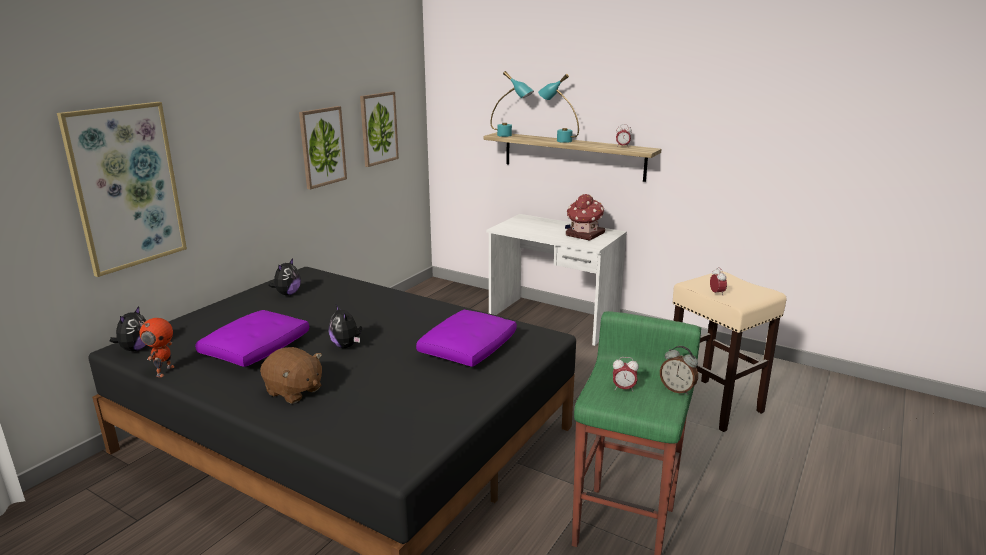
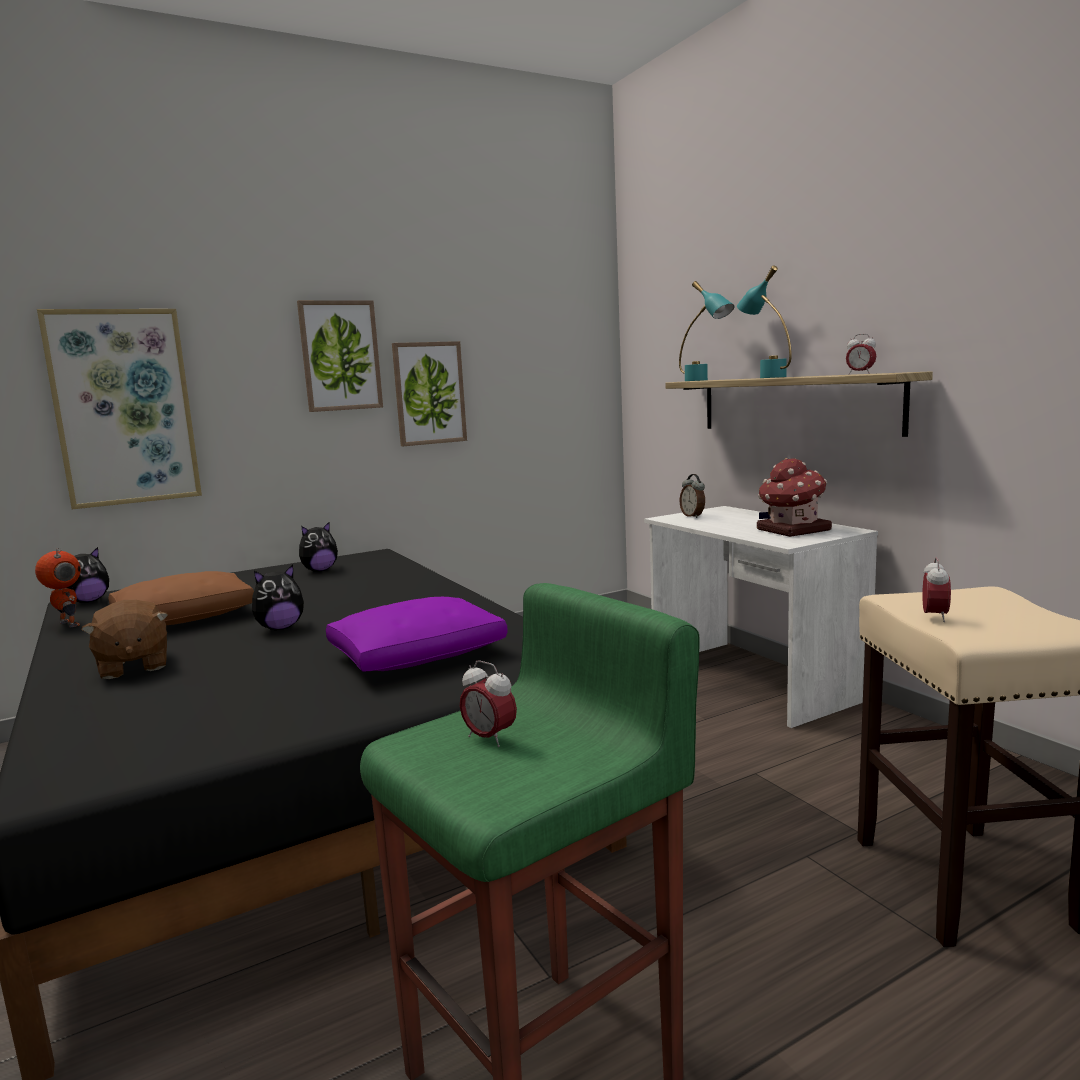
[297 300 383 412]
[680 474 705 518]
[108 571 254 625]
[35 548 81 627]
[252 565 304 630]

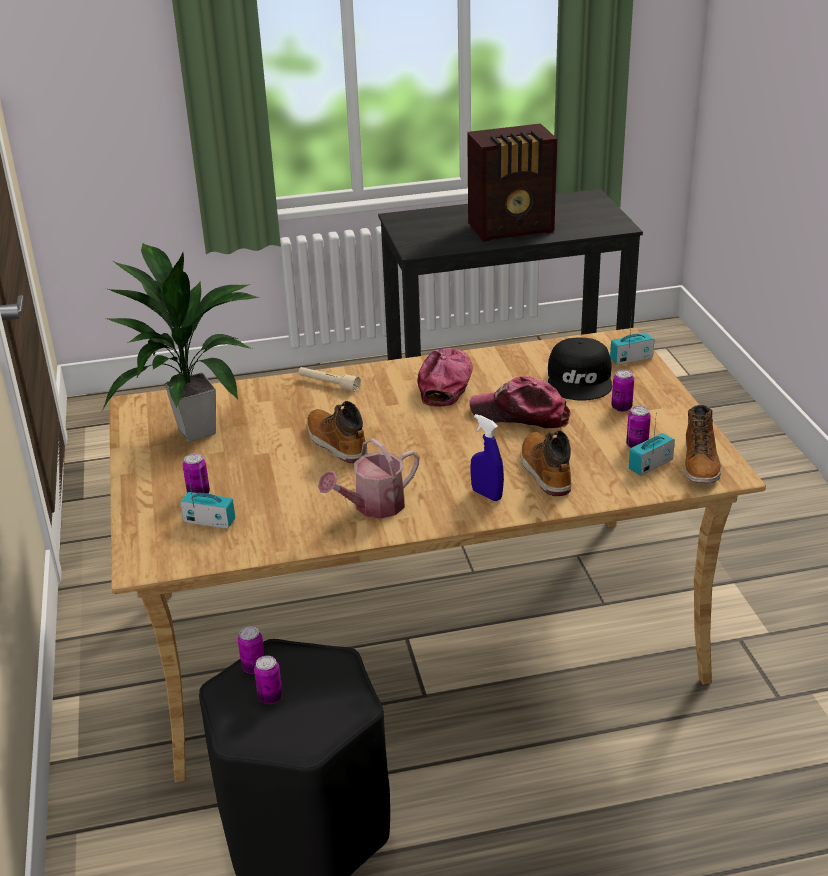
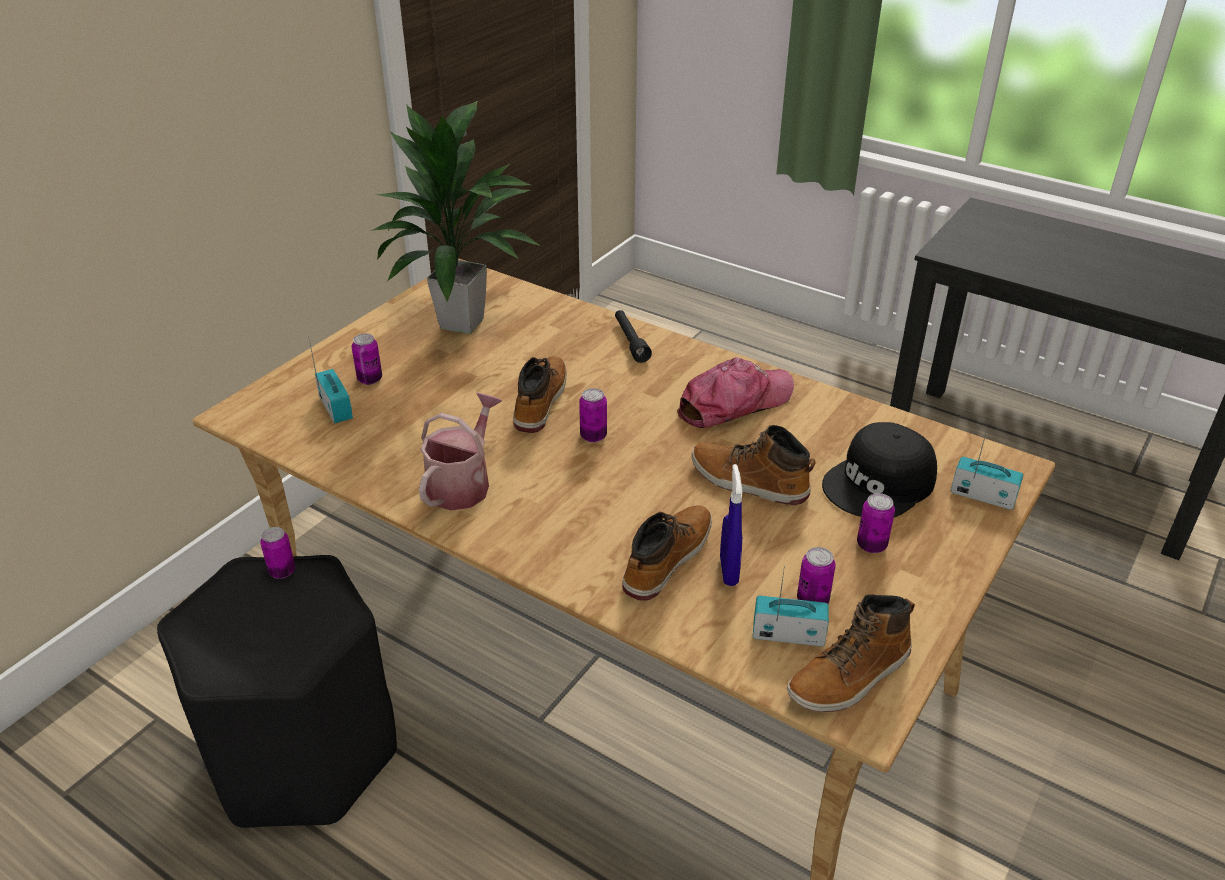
[467 123 557 242] (first image)
[579 388 607 442]
[720 464 742 586]
[692 425 816 505]
[615 310 652 363]
[419 393 502 511]

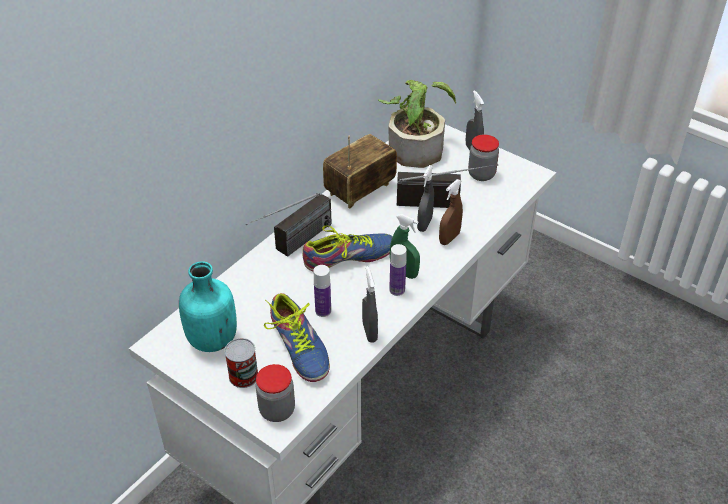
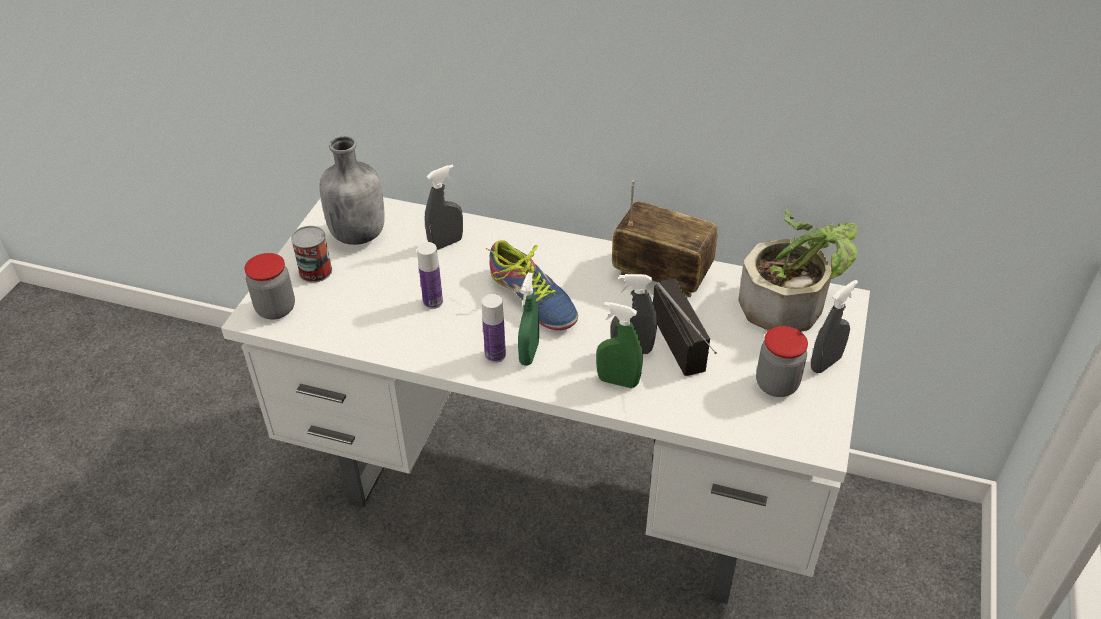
[246 193 332 257] (first image)
[264 293 330 382] (first image)
[425 164 463 250]
[320 136 385 245]
[596 302 643 388]

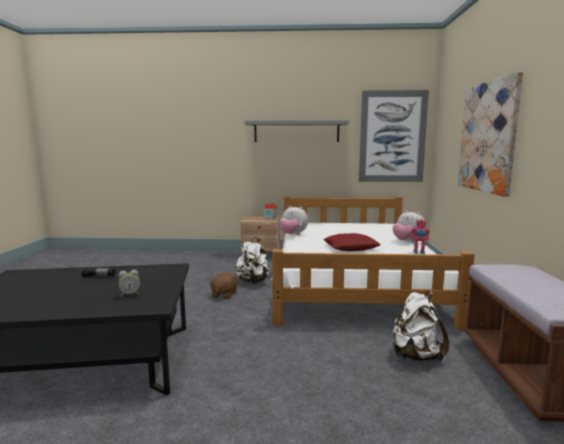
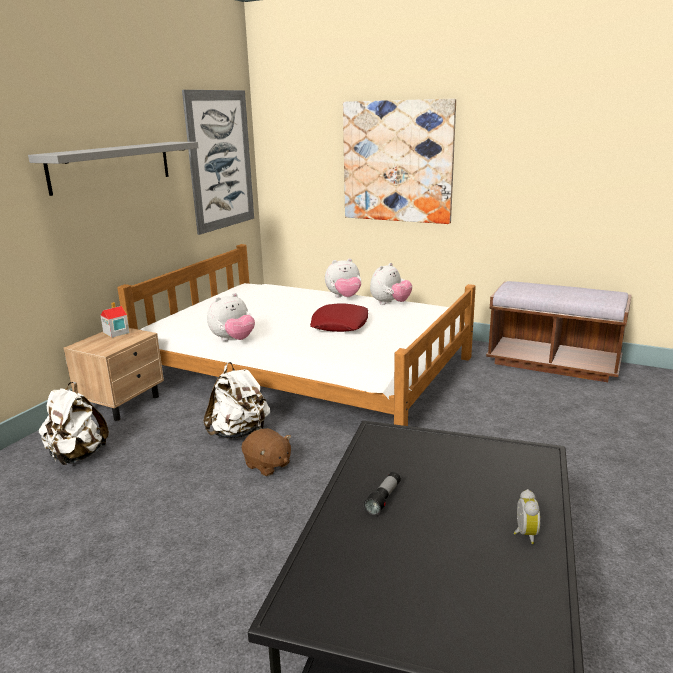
[514 489 540 544]
[39 382 109 465]
[370 263 412 305]

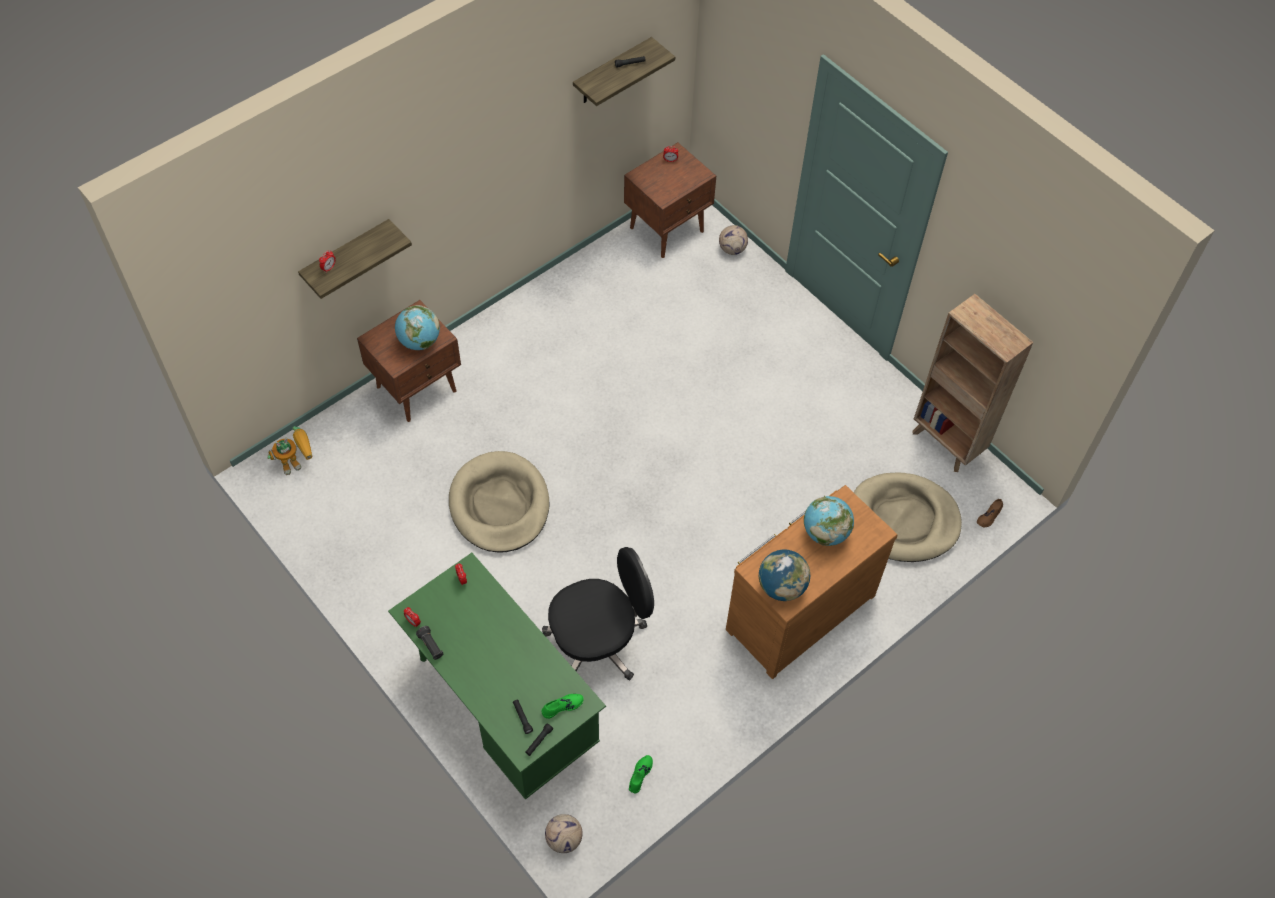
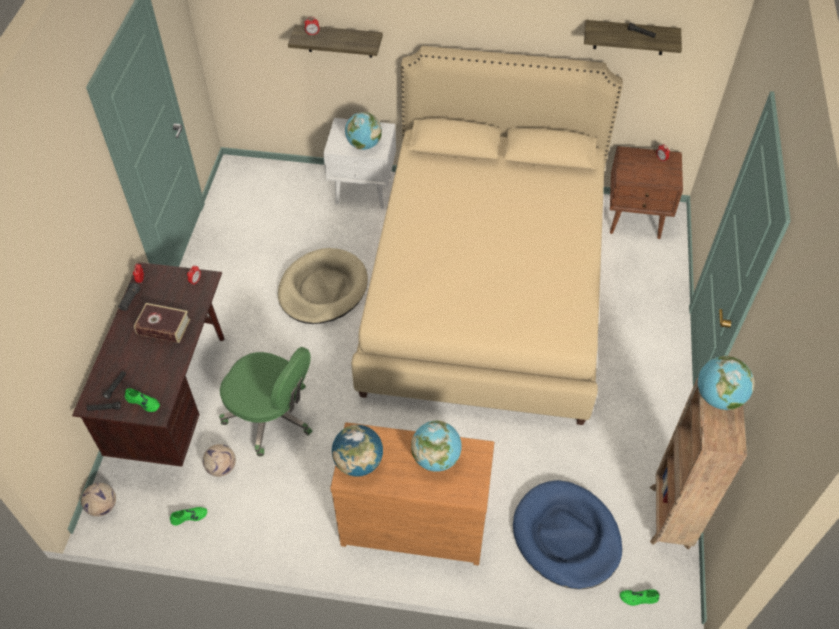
[268 426 312 475] (first image)
[134 303 190 343]
[351 46 623 425]
[698 356 755 410]
[203 444 236 477]
[323 118 396 209]
[72 262 225 467]
[219 347 312 456]
[513 480 622 589]
[620 589 659 606]

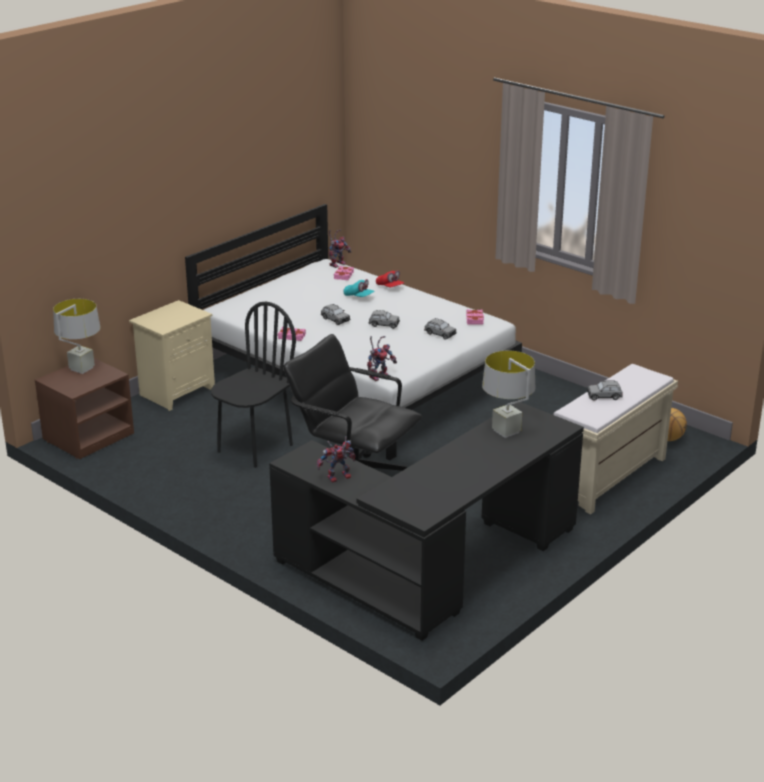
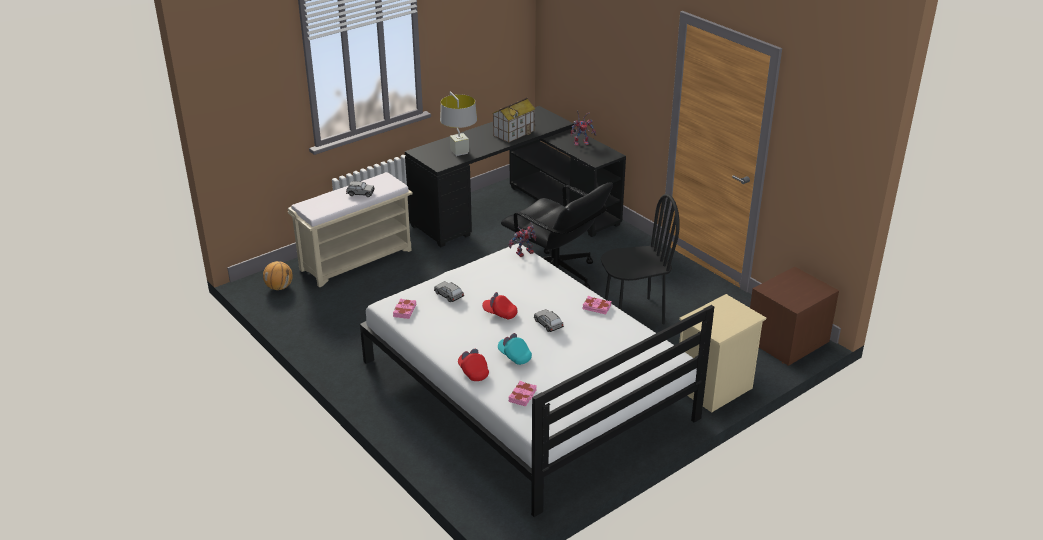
[53 299 101 374] (first image)
[329 229 351 268] (first image)
[492 98 535 143]
[482 292 517 319]
[601 194 680 325]

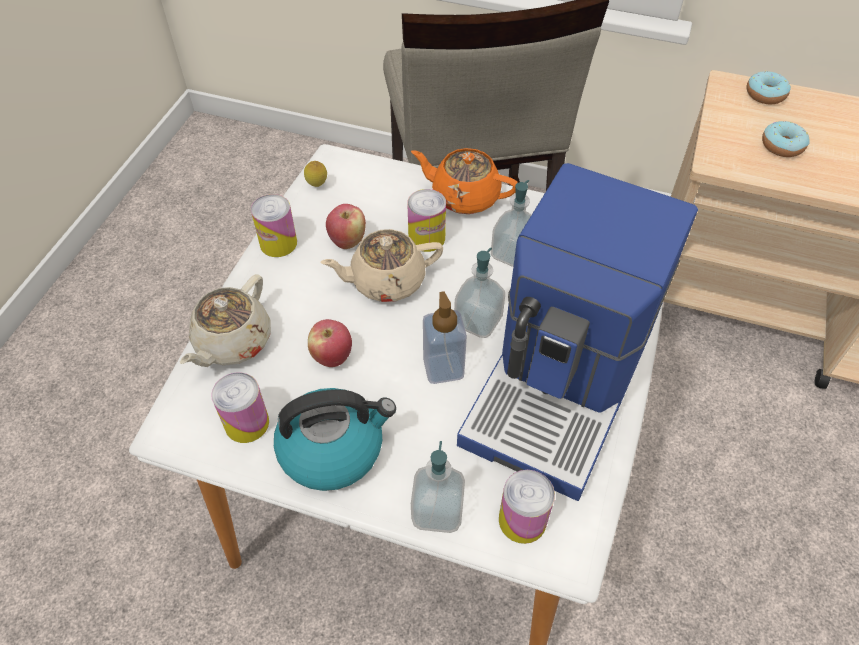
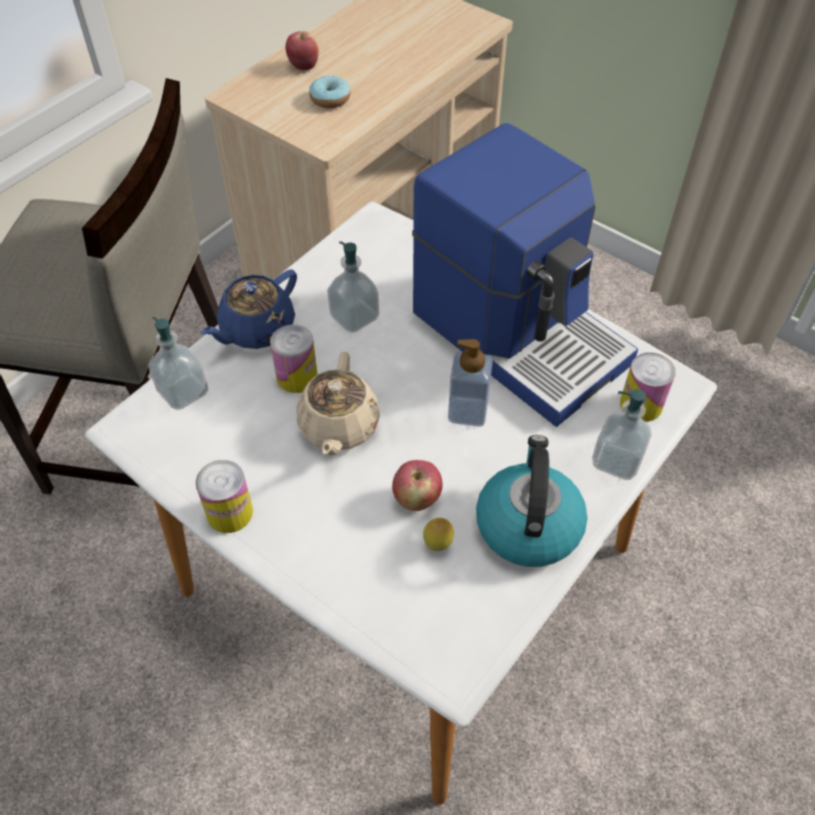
[180 274 271 367] (first image)
[211 372 269 443] (first image)
[747 71 791 104] (first image)
[423 518 454 551]
[286 31 319 70]
[148 317 208 410]
[201 269 297 349]

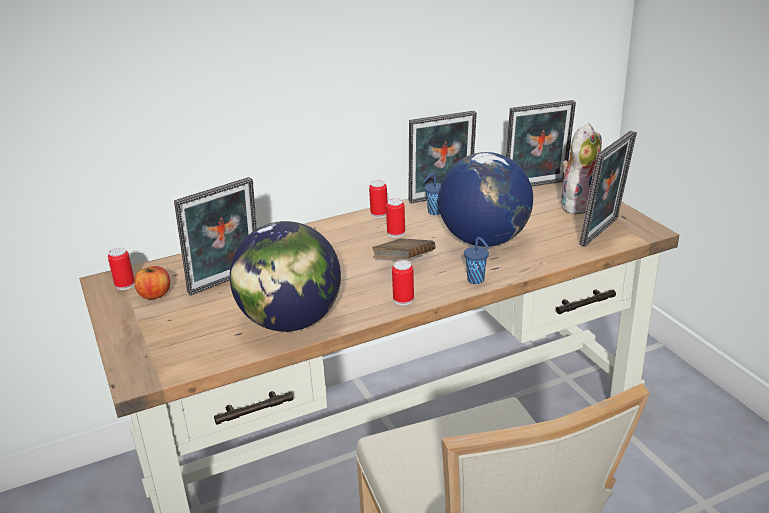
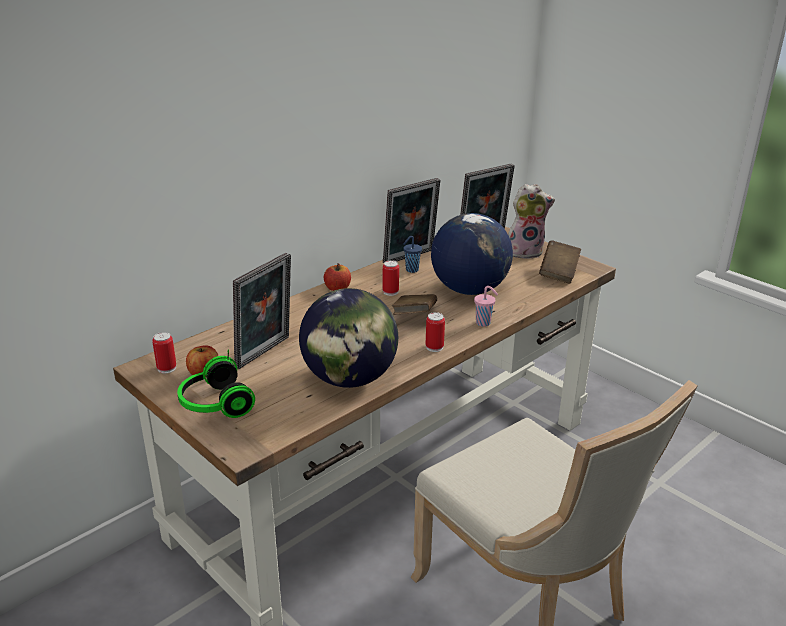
[369 180 387 218] (first image)
[177 349 255 418]
[324 263 351 291]
[539 240 581 283]
[474 286 498 327]
[508 184 555 259]

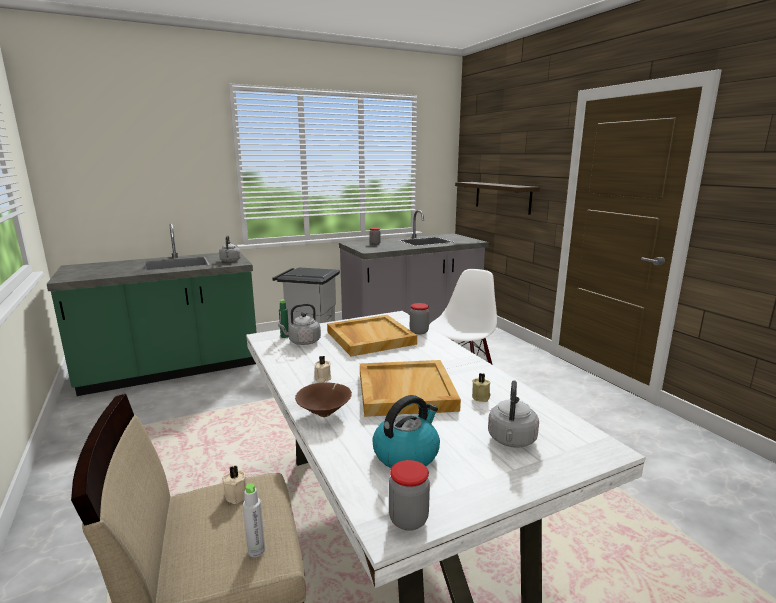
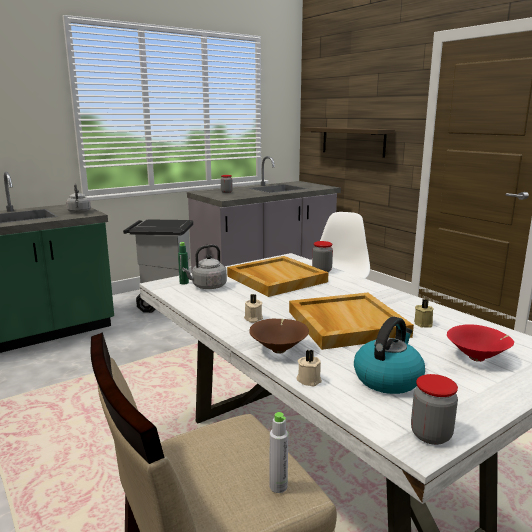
[296 349 322 386]
[447 324 514 362]

